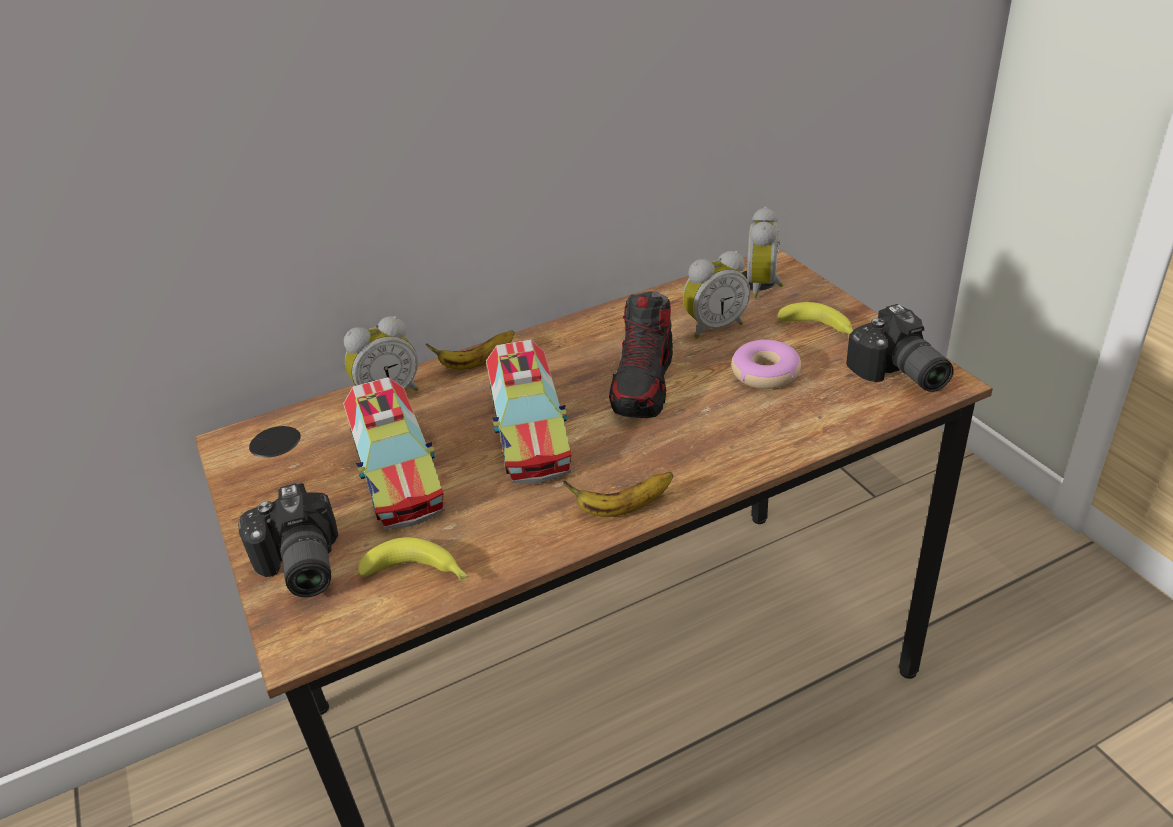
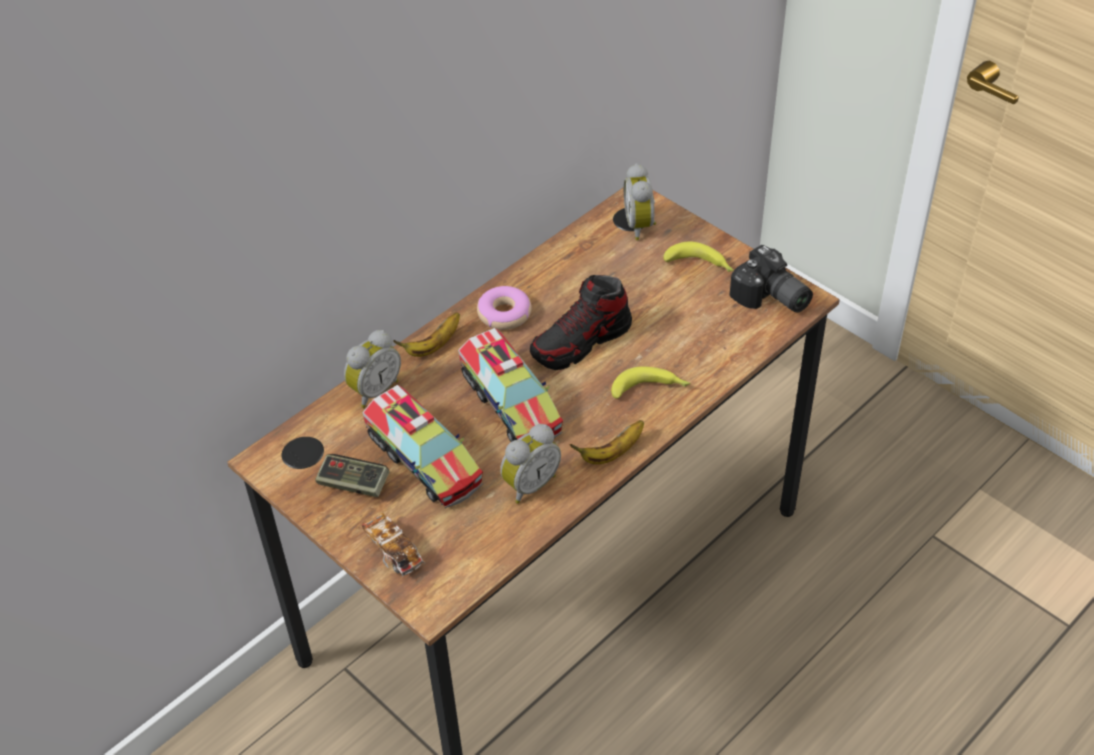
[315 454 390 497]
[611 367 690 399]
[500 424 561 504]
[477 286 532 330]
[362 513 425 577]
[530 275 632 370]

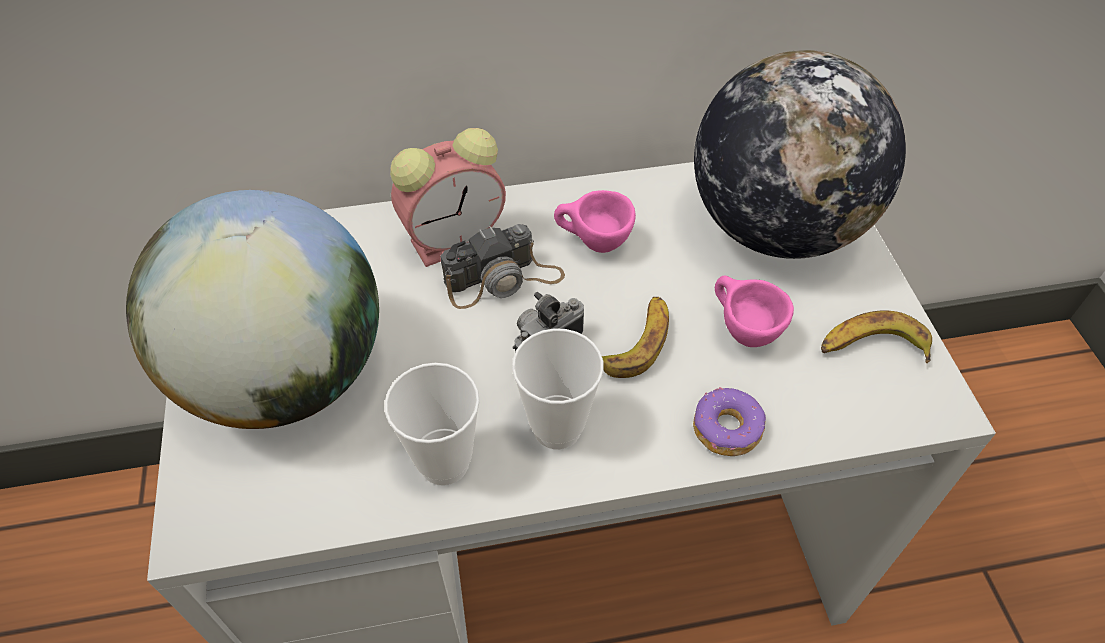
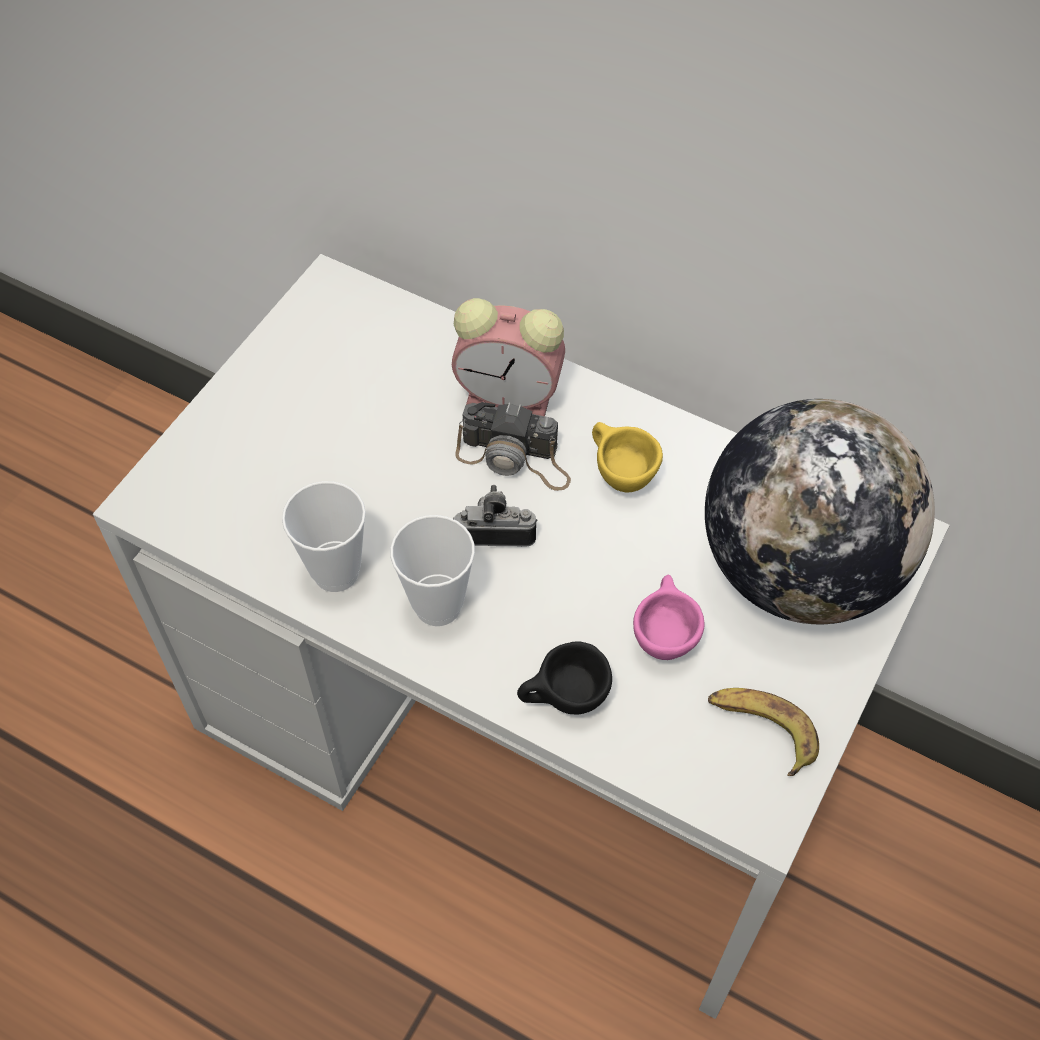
[126 190 379 429] (first image)
[602 297 669 378] (first image)
[517 641 612 715]
[592 422 663 493]

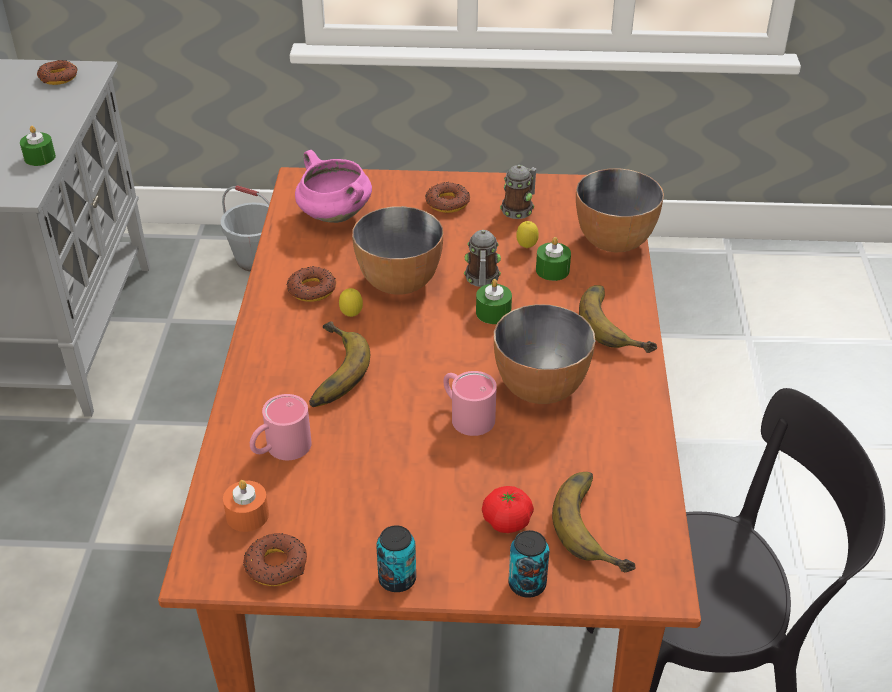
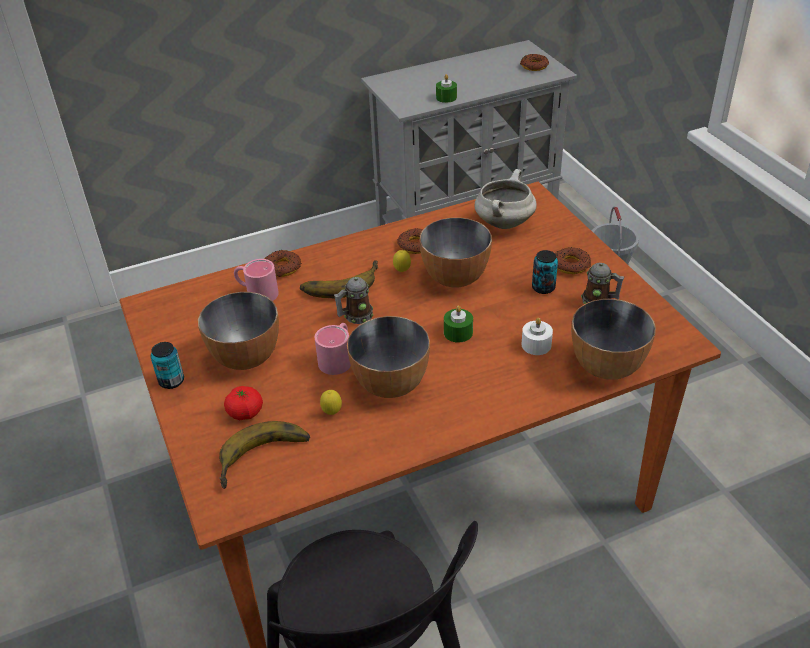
[223 480 269 532] (first image)
[579 285 657 353] (first image)
[198 292 279 370]
[265 250 301 277]
[334 277 373 324]
[532 250 558 294]
[320 390 342 415]
[474 169 537 229]
[522 318 553 355]

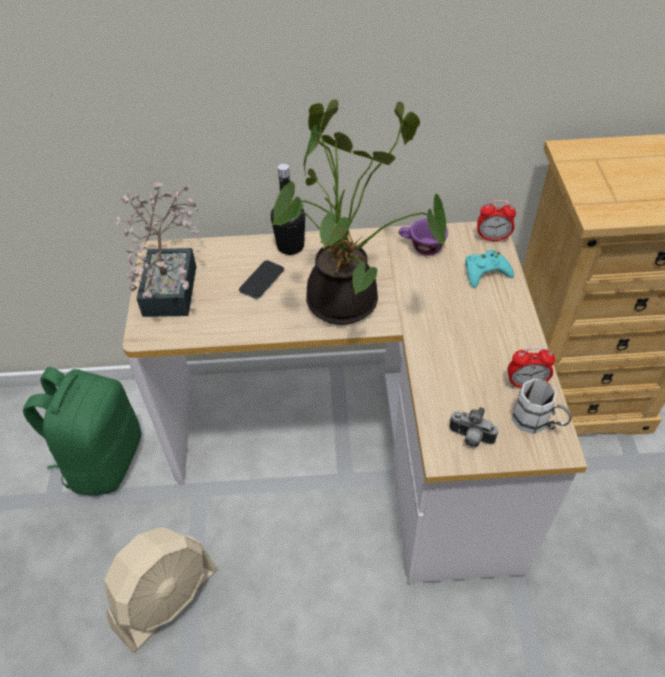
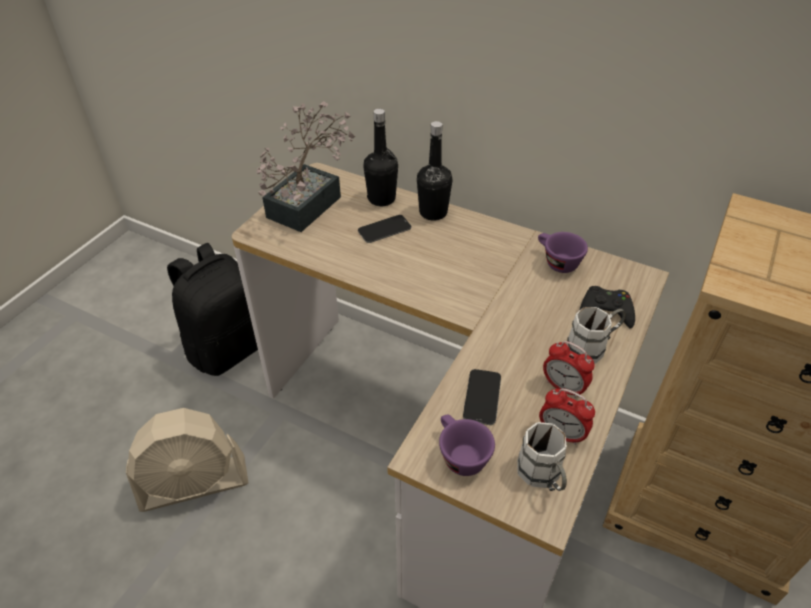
[271 99 446 325] (first image)
[363 109 398 206]
[463 369 501 425]
[566 307 626 364]
[543 341 595 398]
[439 415 495 476]
[167 243 258 376]
[579 286 635 329]

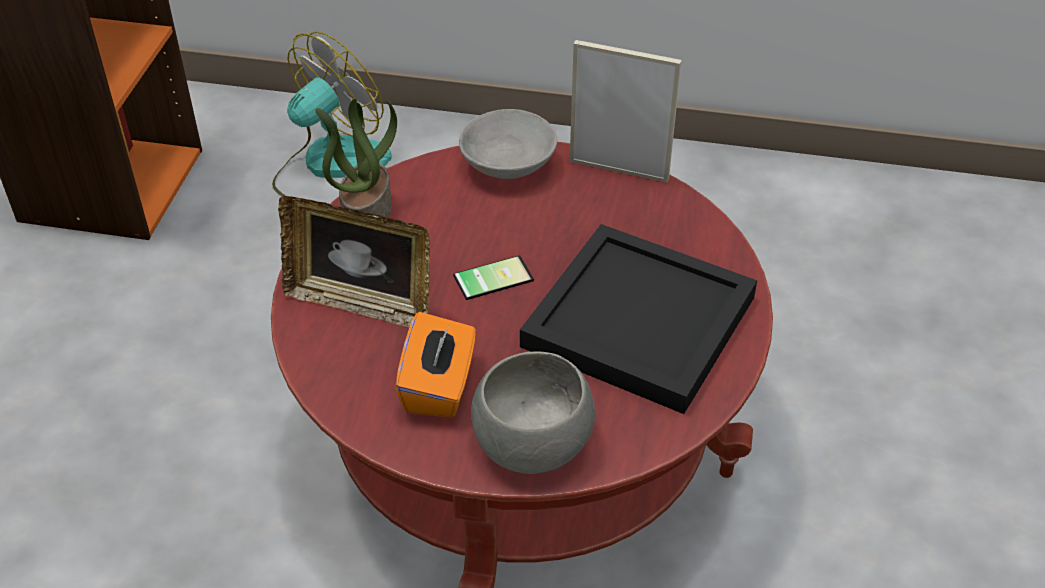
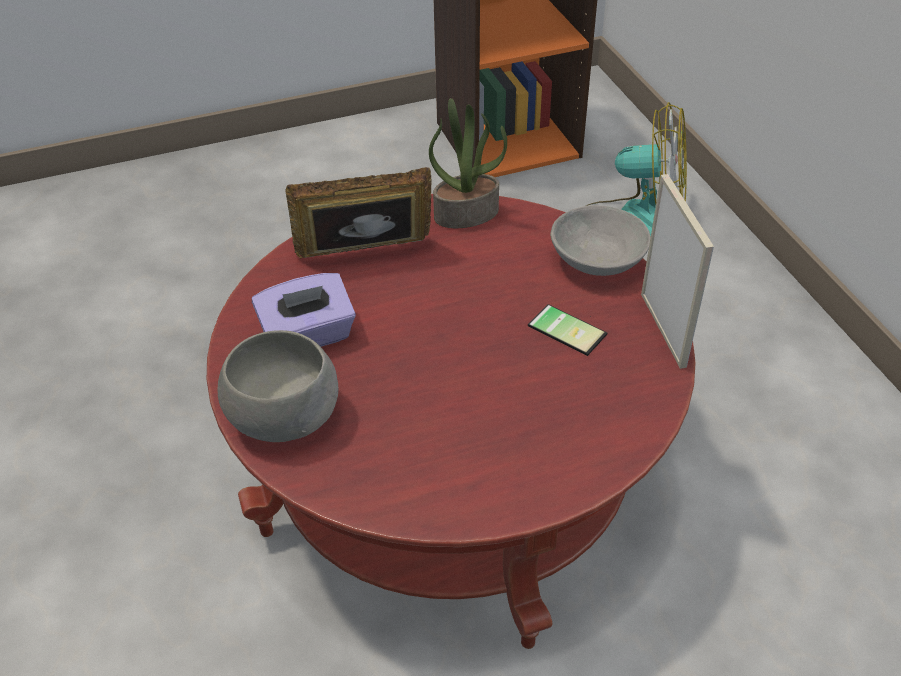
[520 224 757 414] (first image)
[528 304 607 356]
[252 273 356 347]
[286 167 431 258]

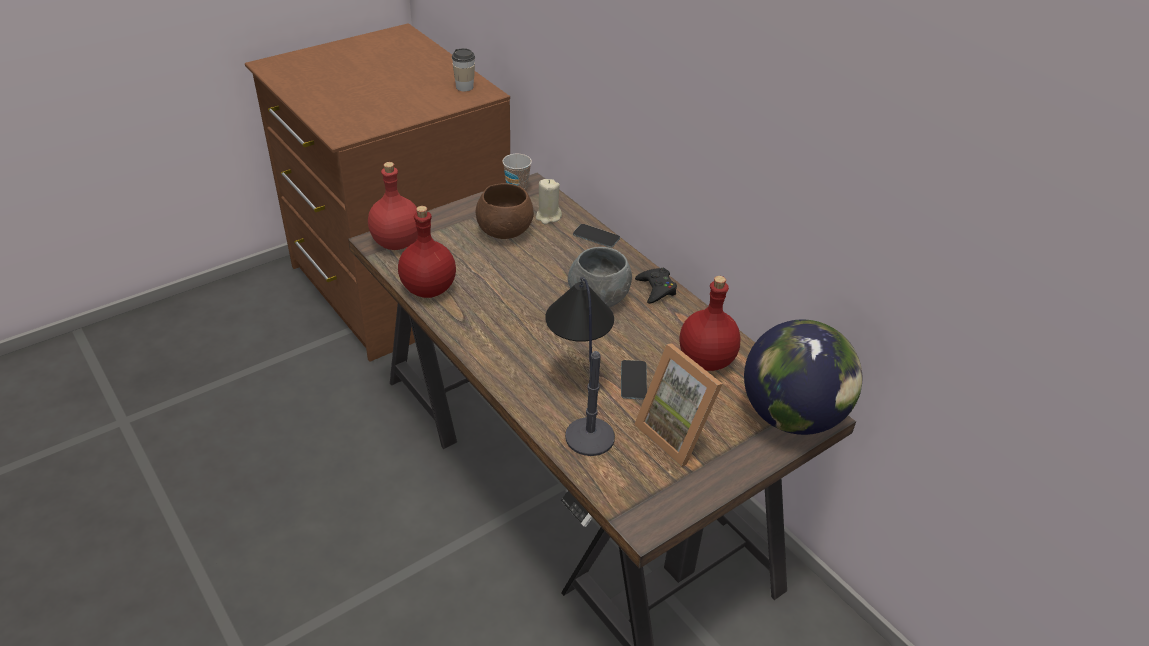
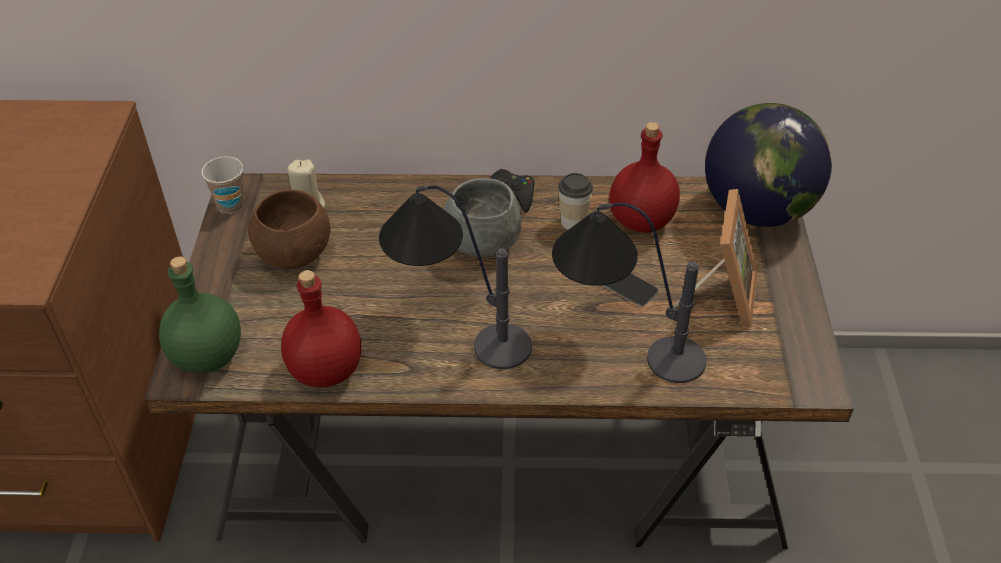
[573 224 620 248] (first image)
[379 185 532 369]
[558 173 593 230]
[159 256 241 373]
[673 189 758 327]

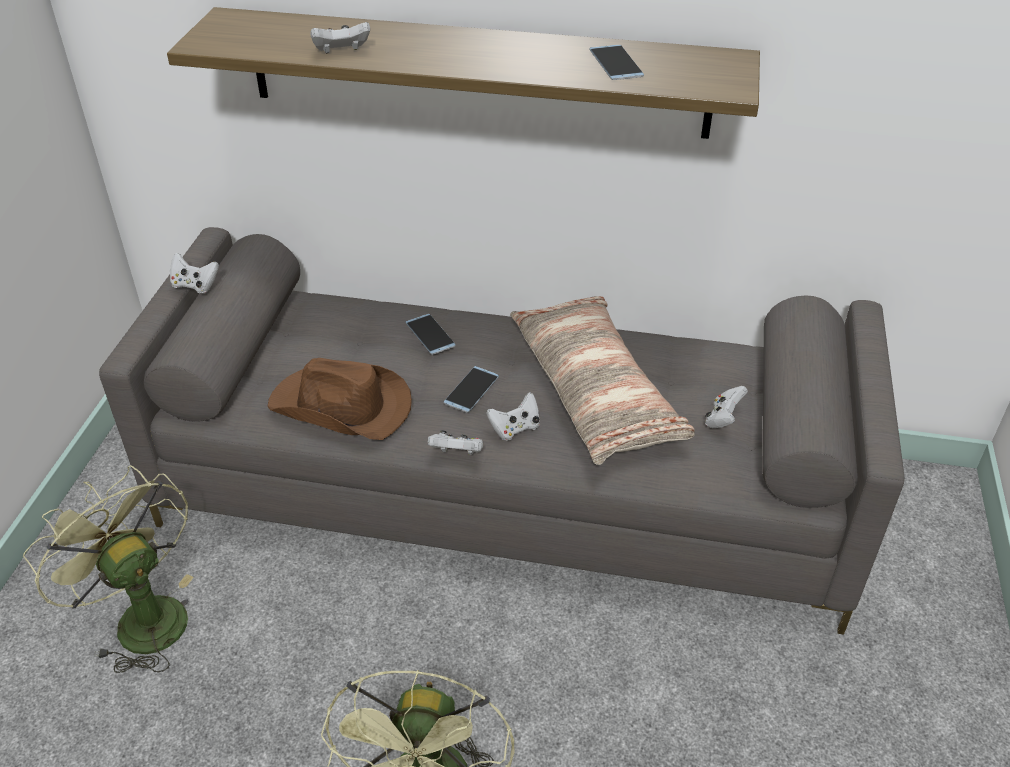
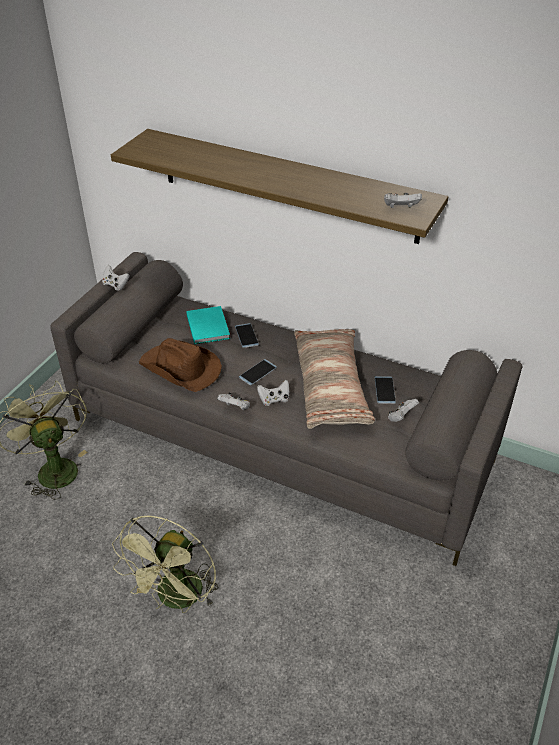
[186 306 230 344]
[384 193 422 208]
[375 376 396 404]

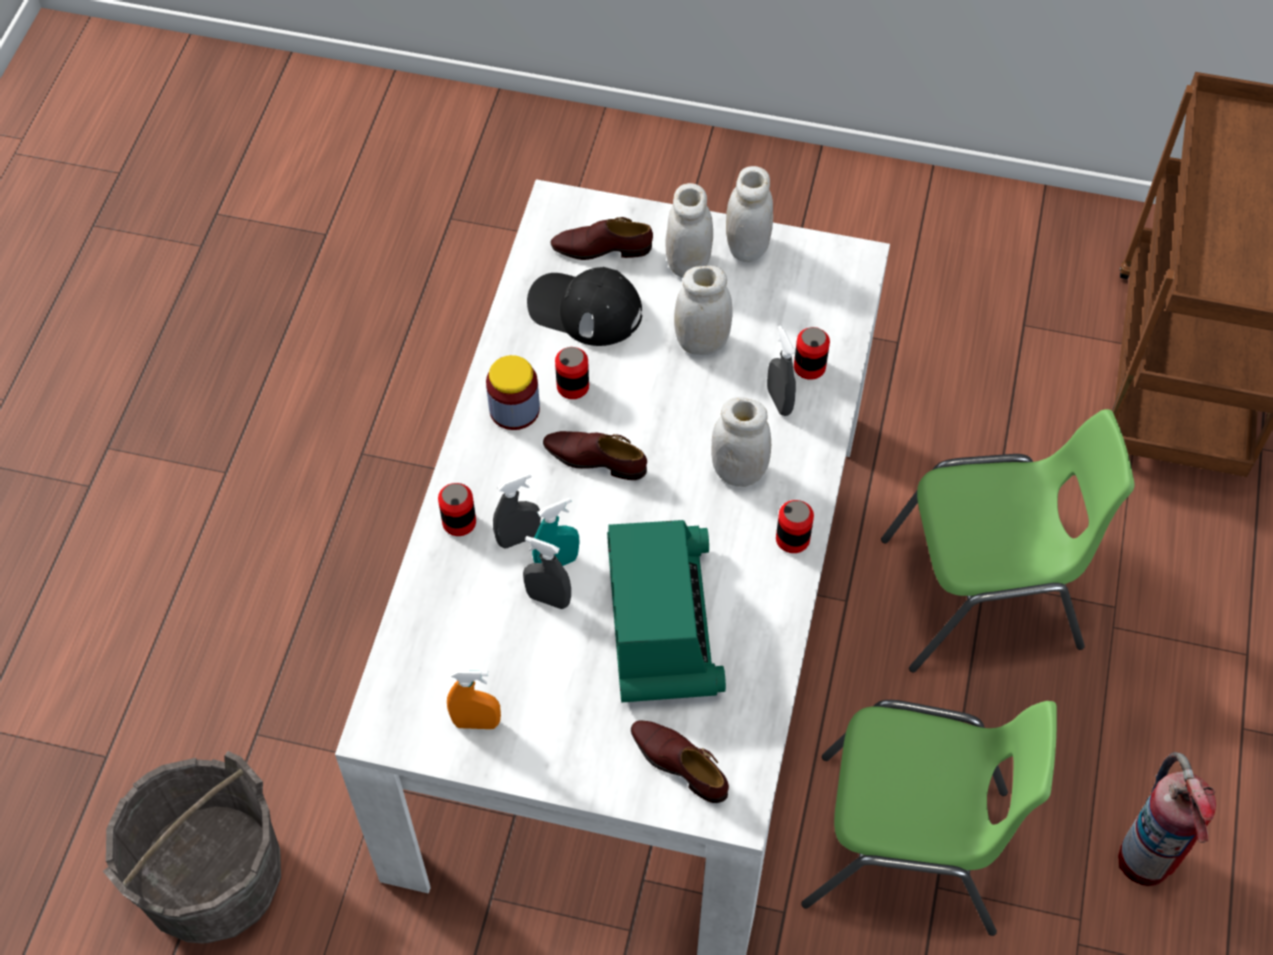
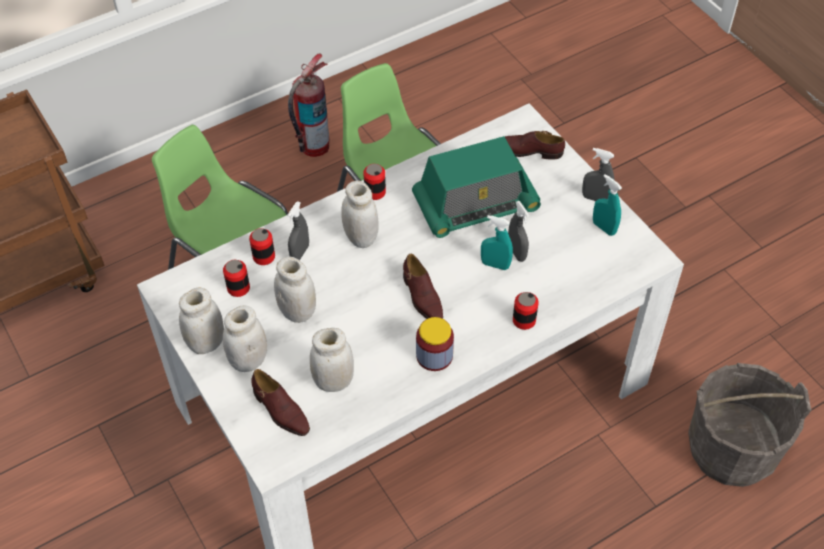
[582 148 615 201]
[223 260 250 297]
[310 328 354 392]
[593 174 622 236]
[412 136 541 238]
[505 131 565 160]

